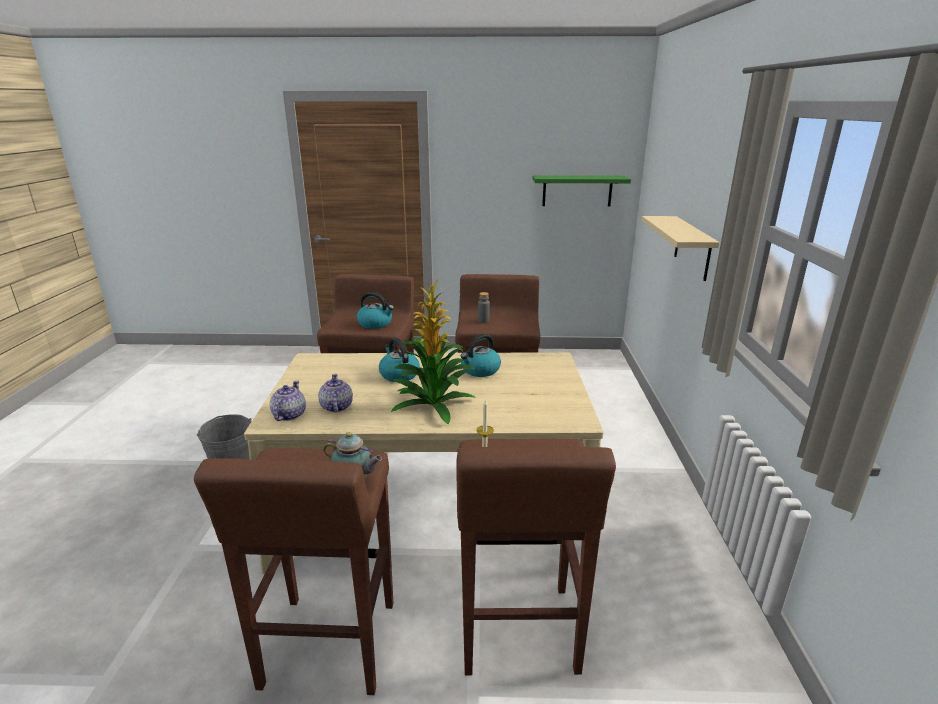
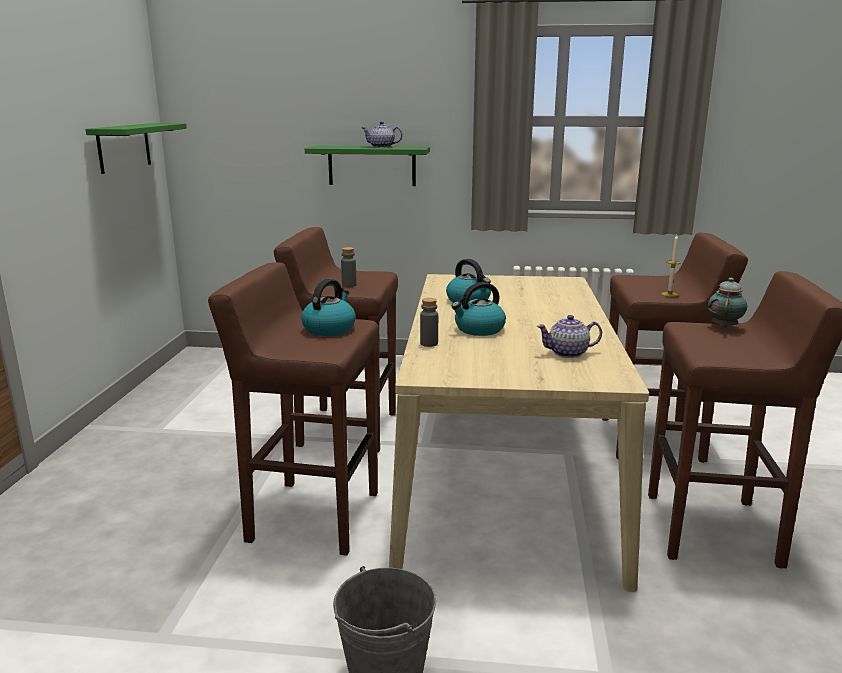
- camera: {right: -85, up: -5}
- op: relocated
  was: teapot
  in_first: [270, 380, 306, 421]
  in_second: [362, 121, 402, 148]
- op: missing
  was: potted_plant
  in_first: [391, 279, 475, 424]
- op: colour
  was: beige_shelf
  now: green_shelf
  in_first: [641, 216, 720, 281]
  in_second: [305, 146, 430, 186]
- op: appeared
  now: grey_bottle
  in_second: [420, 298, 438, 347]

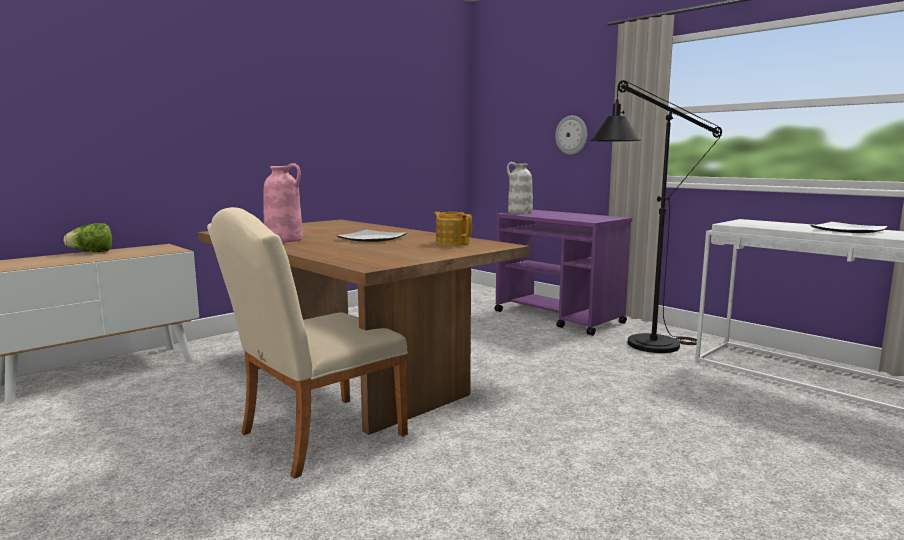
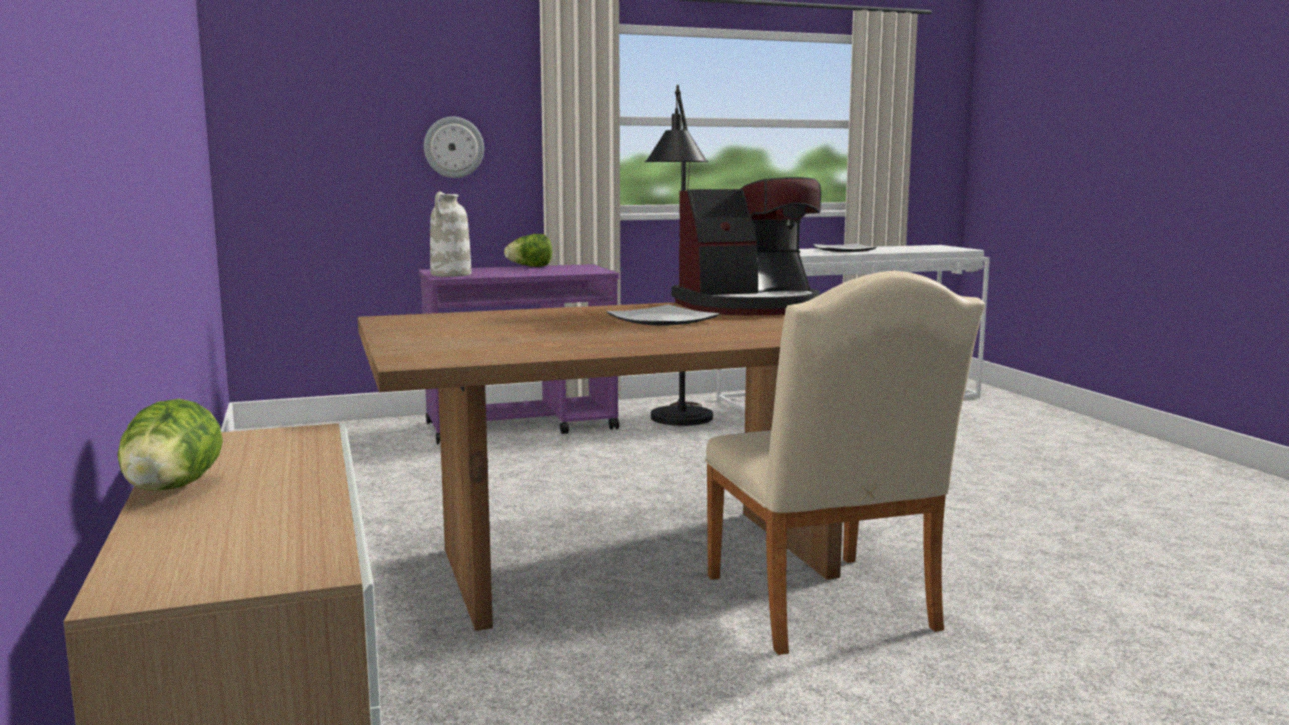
- camera: {right: -65, up: 0}
- op: missing
  was: pink_vase
  in_first: [264, 163, 303, 242]
- op: exchanged
  was: teapot
  now: coffee_machine
  in_first: [434, 212, 472, 246]
  in_second: [671, 177, 821, 315]
- op: appeared
  now: lettuce
  in_second: [504, 234, 552, 267]

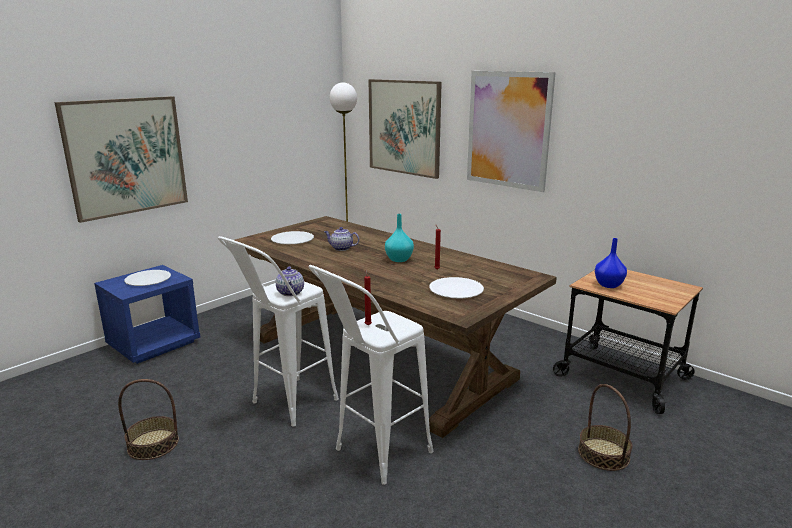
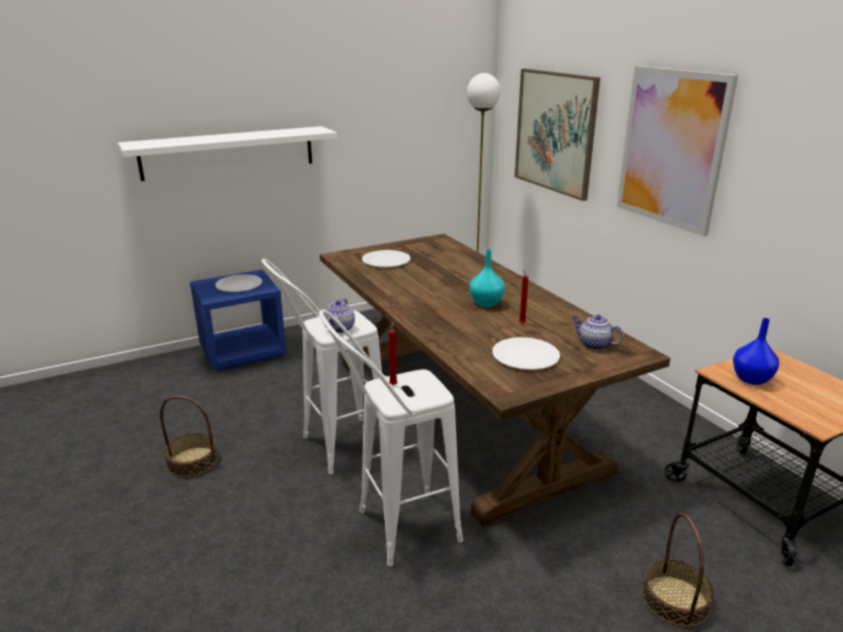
- camera: {right: 20, up: 5}
- op: exchanged
  was: picture
  now: white_shelf
  in_first: [54, 96, 188, 223]
  in_second: [118, 126, 337, 181]
- op: relocated
  was: teapot
  in_first: [324, 227, 359, 251]
  in_second: [572, 315, 624, 350]

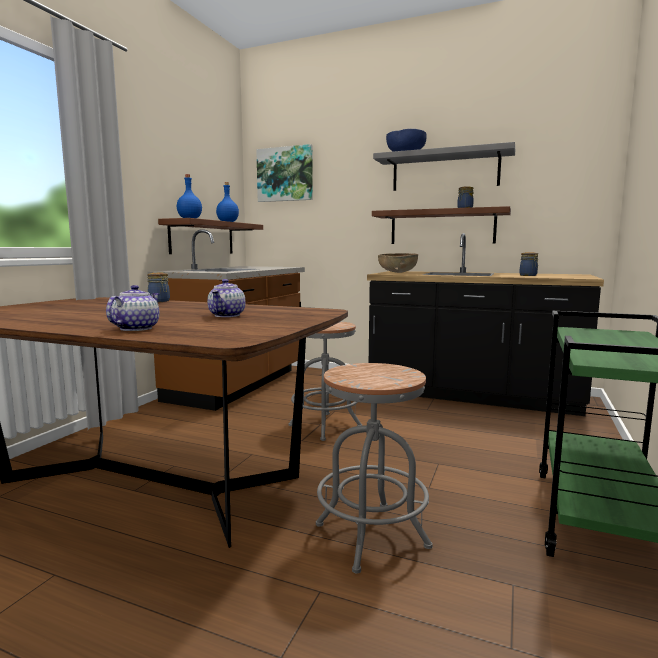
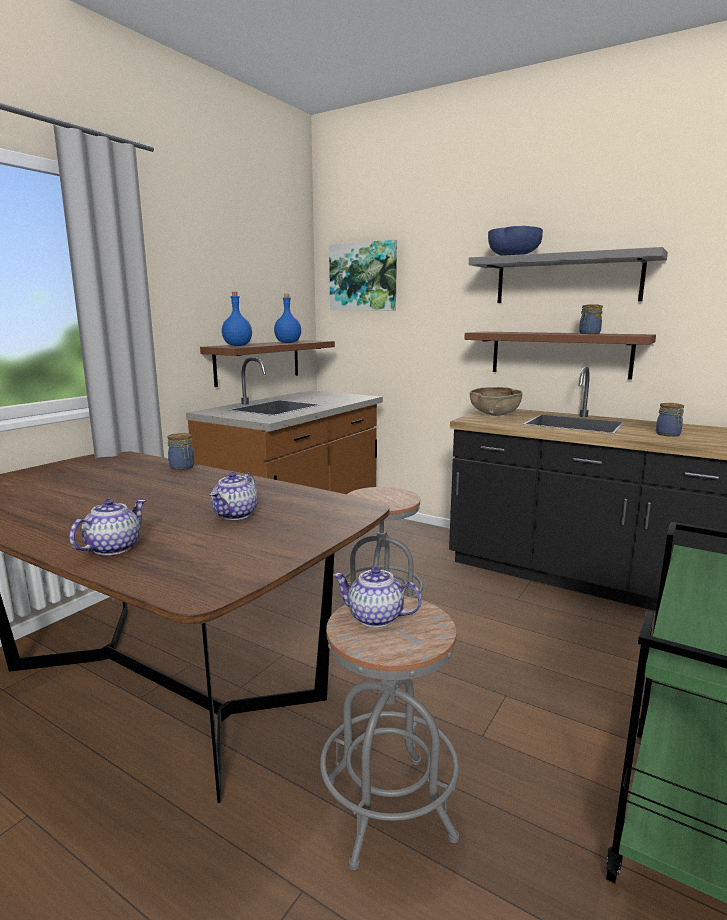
- camera: {right: 10, up: 5}
- op: appeared
  now: teapot
  in_second: [333, 567, 422, 628]

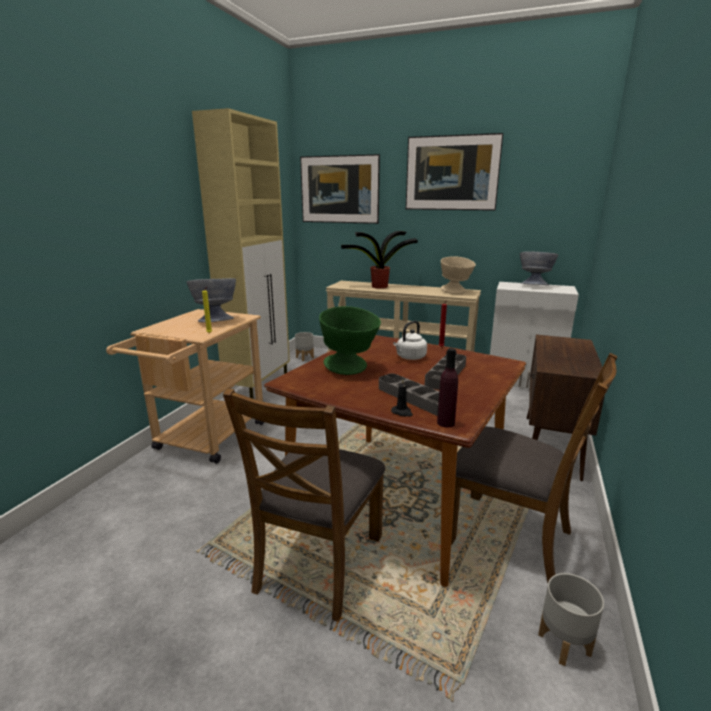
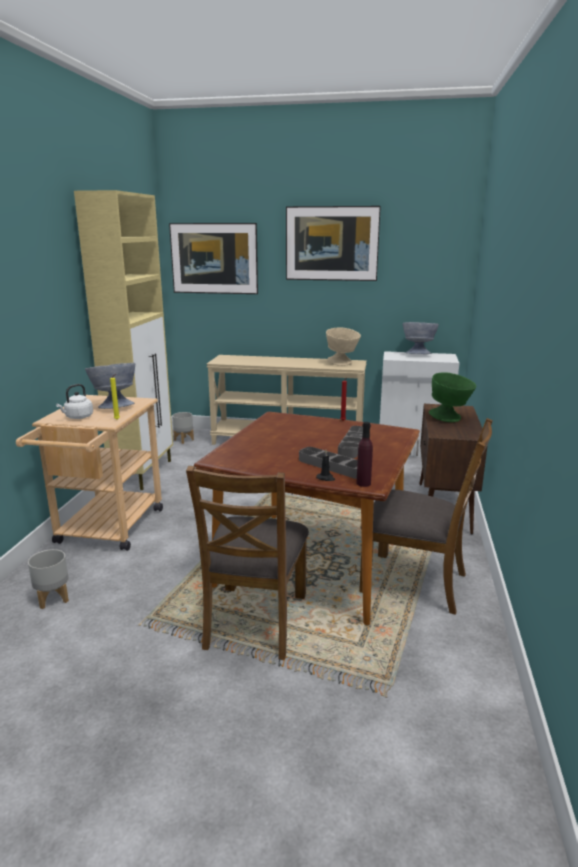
- camera: {right: -10, up: 0}
- op: relocated
  was: green_bowl
  in_first: [319, 306, 381, 375]
  in_second: [429, 372, 476, 422]
- op: missing
  was: potted_plant
  in_first: [341, 231, 418, 289]
- op: relocated
  was: white_kettle
  in_first: [393, 321, 427, 360]
  in_second: [56, 384, 93, 419]
- op: relocated
  was: grey_planter
  in_first: [538, 573, 604, 666]
  in_second: [28, 549, 69, 609]

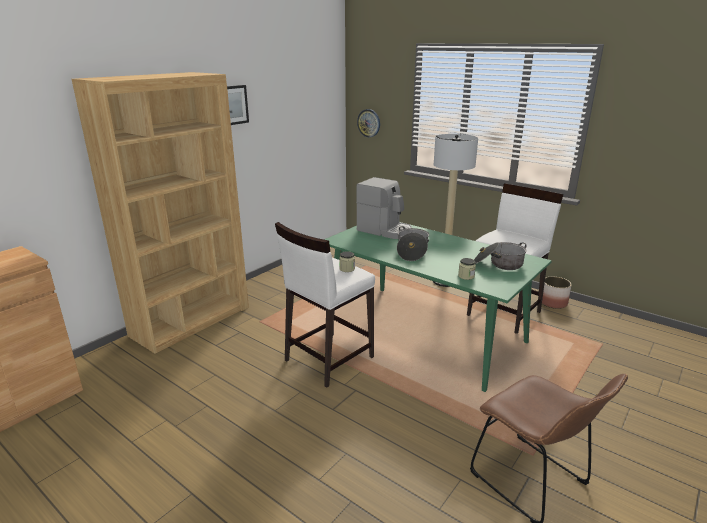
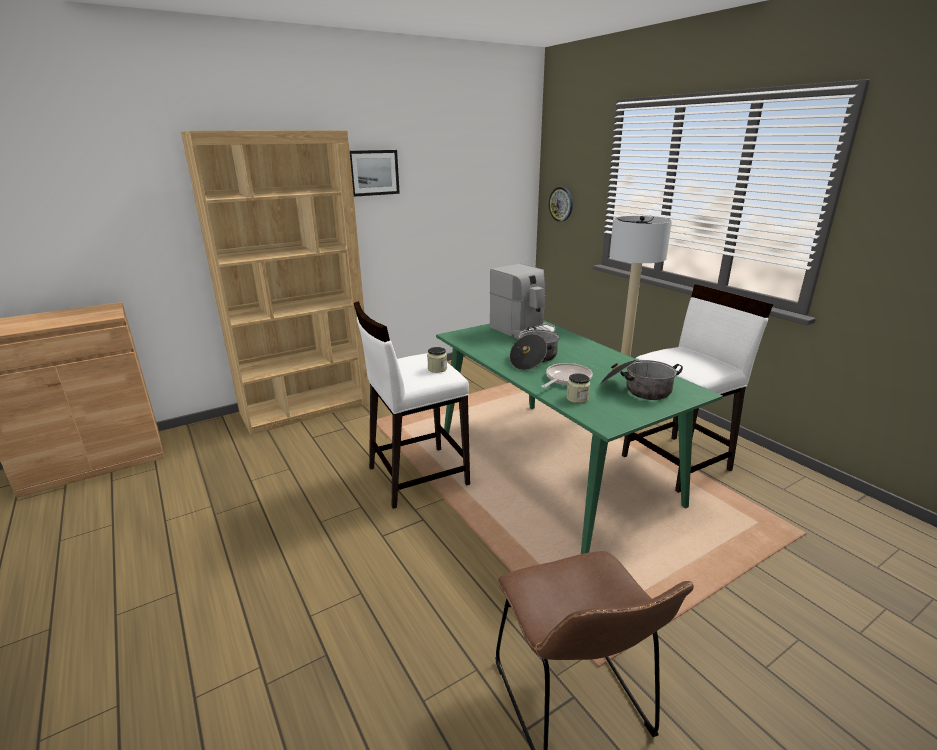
- camera: {right: 20, up: 0}
- op: missing
  was: planter
  in_first: [542, 276, 572, 309]
- op: appeared
  now: frying_pan
  in_second: [541, 363, 593, 388]

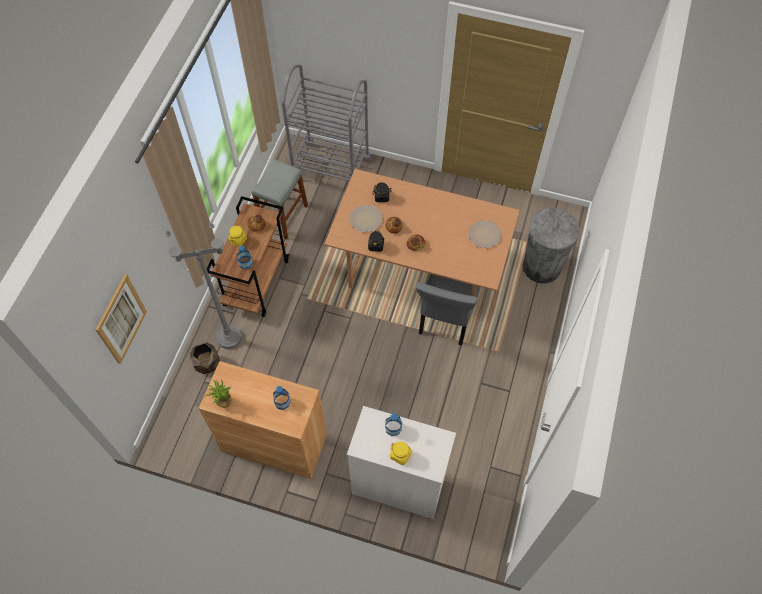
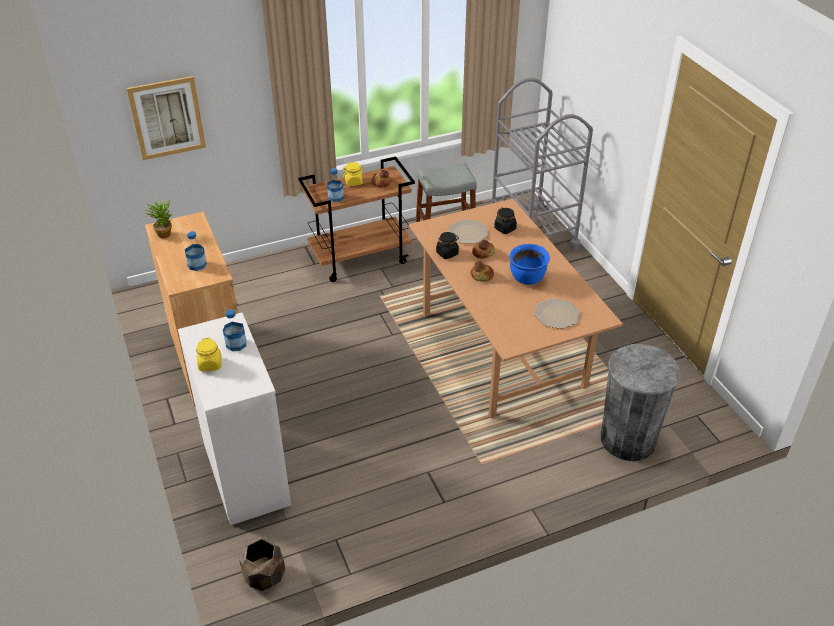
- camera: {right: 50, up: -20}
- op: missing
  was: grey_floor_lamp
  in_first: [165, 222, 242, 349]
- op: relocated
  was: brown_planter
  in_first: [190, 342, 220, 374]
  in_second: [239, 539, 285, 591]
- op: missing
  was: grey_chair
  in_first: [416, 274, 481, 346]
- op: appeared
  now: blue_cooking_pot
  in_second: [510, 244, 550, 285]

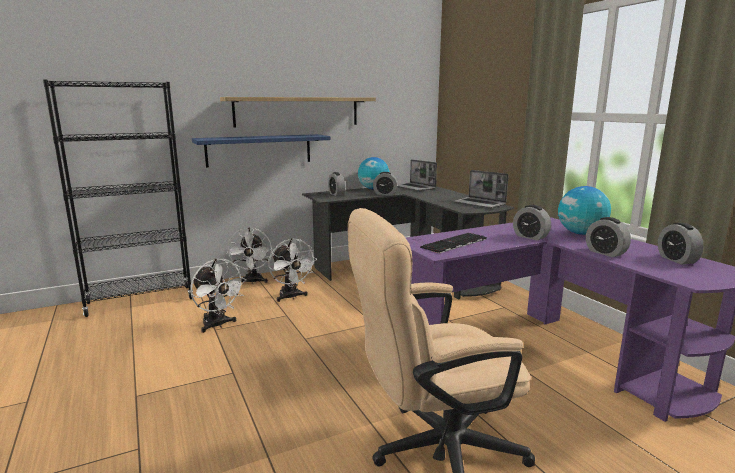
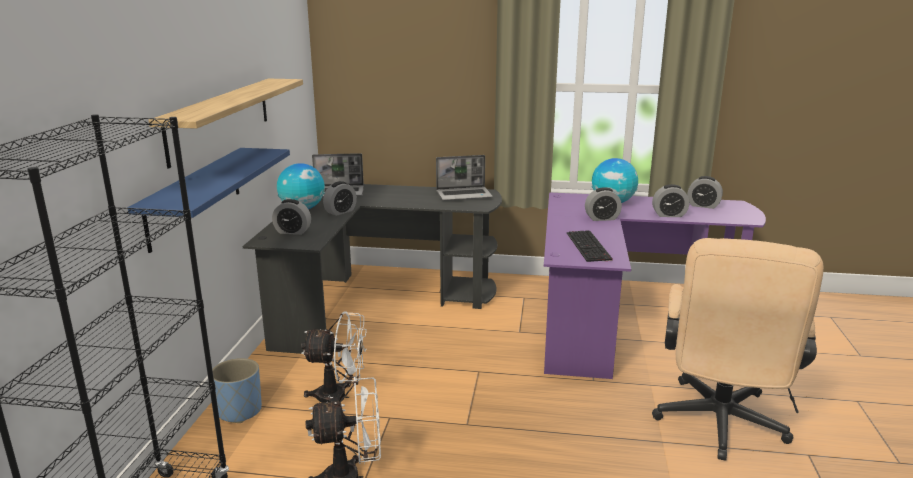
- camera: {right: -55, up: 5}
- op: exchanged
  was: white_fan
  now: blue_planter
  in_first: [226, 227, 272, 283]
  in_second: [212, 358, 262, 423]

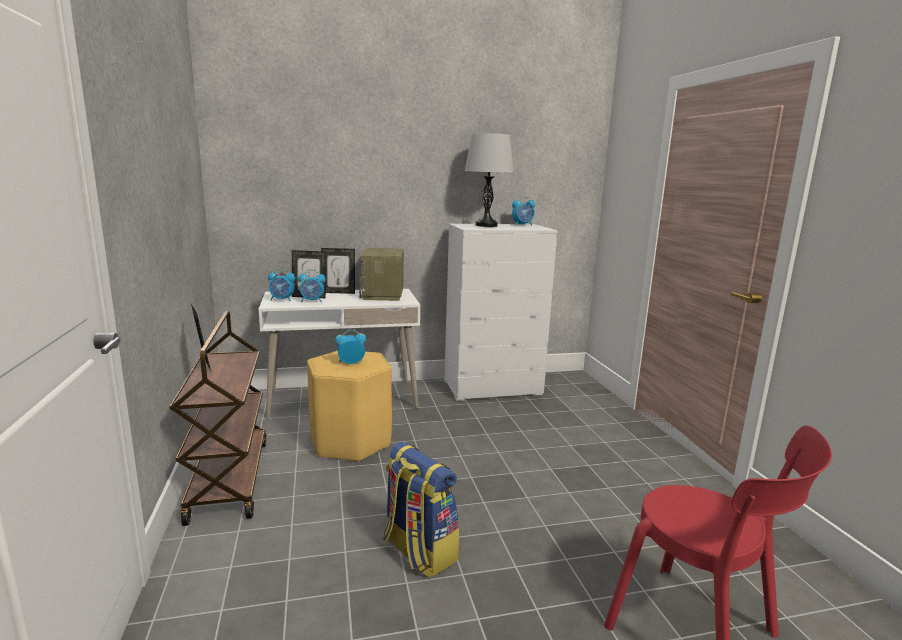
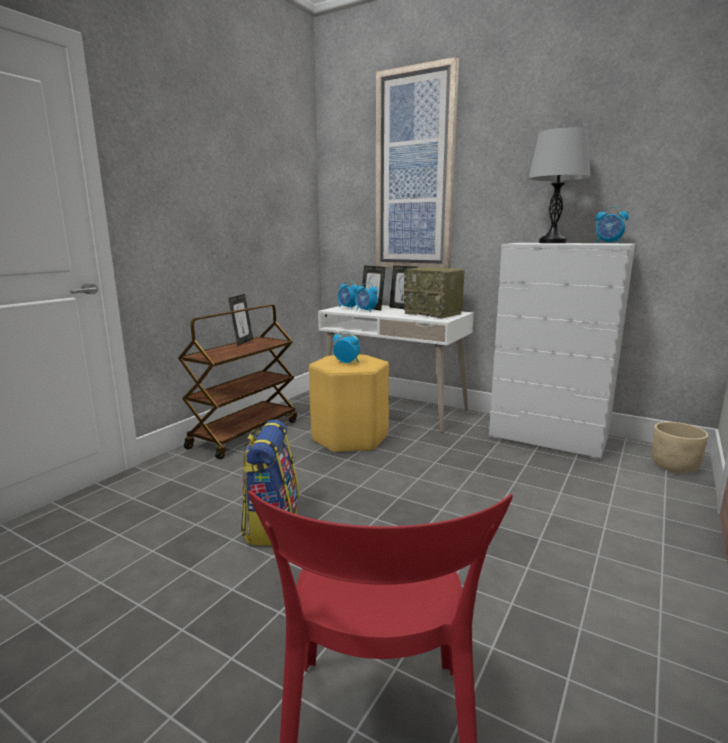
- camera: {right: 45, up: 0}
- op: spun
  was: radio
  in_first: [359, 248, 404, 301]
  in_second: [404, 267, 465, 318]
  clockwise: -90
- op: appeared
  now: picture
  in_second: [375, 57, 459, 268]
- op: appeared
  now: beige_planter
  in_second: [652, 422, 709, 474]

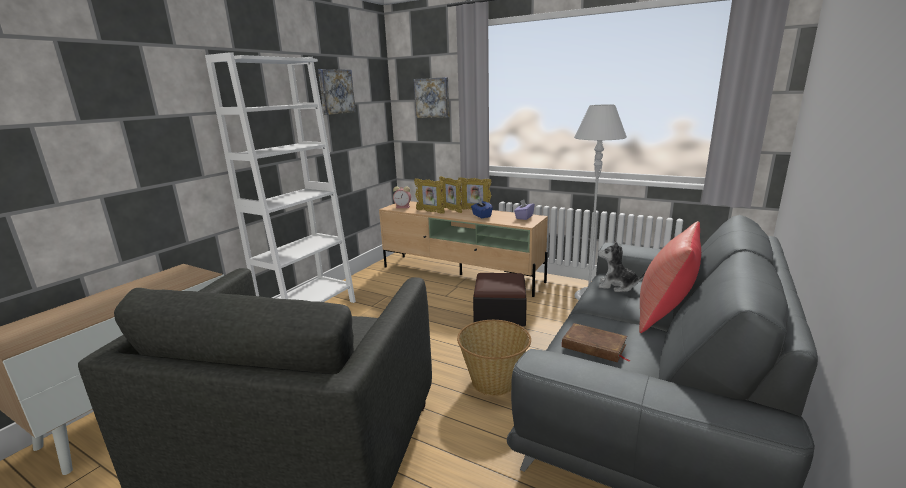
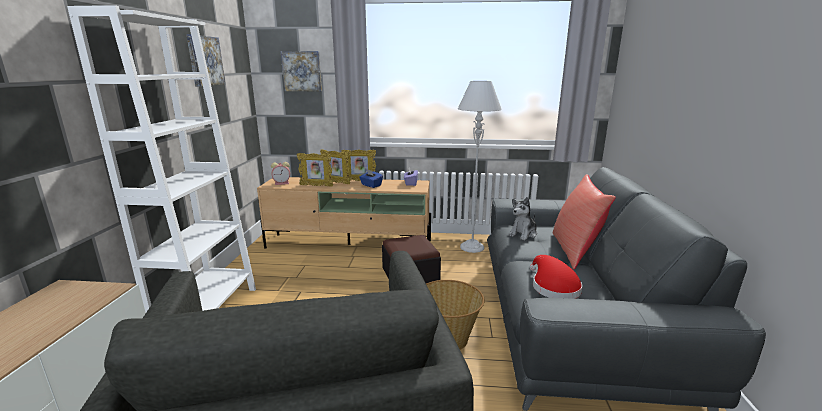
- camera: {right: -25, up: 0}
- op: exchanged
  was: brown_book
  now: red_hat
  in_first: [562, 323, 631, 362]
  in_second: [529, 255, 582, 299]
- op: spun
  was: plush_toy
  in_first: [598, 242, 646, 292]
  in_second: [508, 197, 537, 240]
  clockwise: -45

